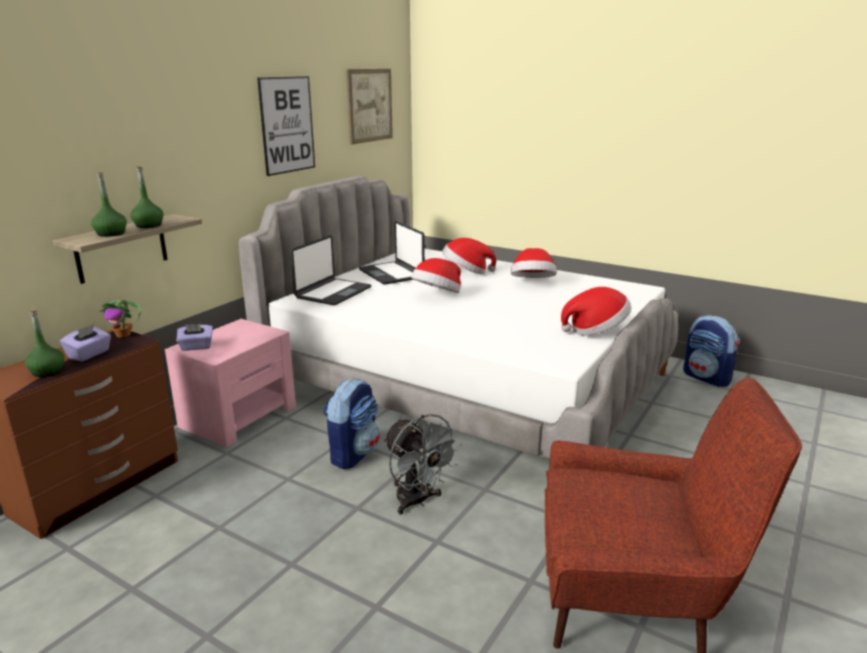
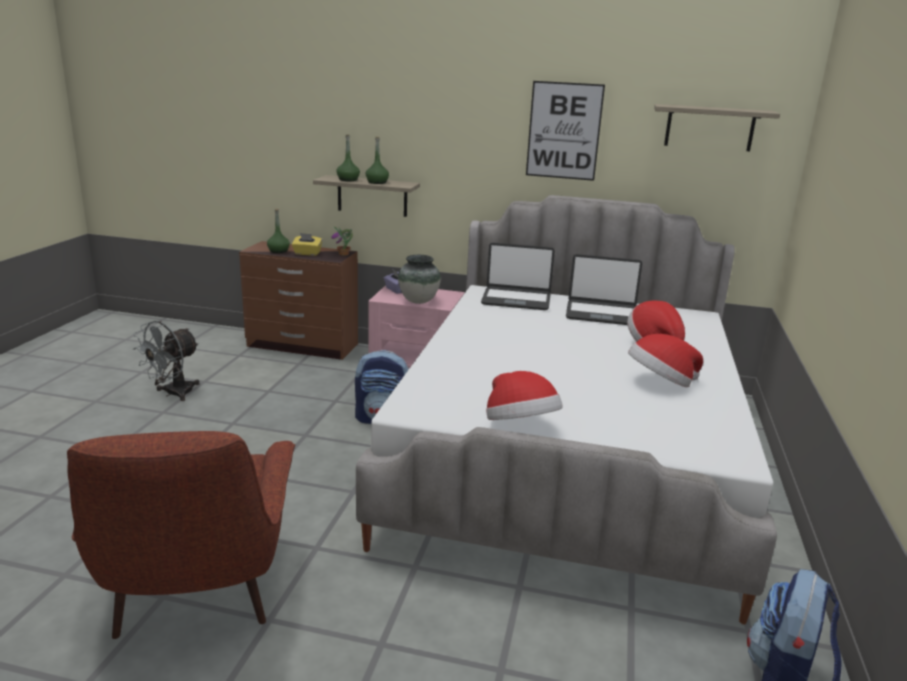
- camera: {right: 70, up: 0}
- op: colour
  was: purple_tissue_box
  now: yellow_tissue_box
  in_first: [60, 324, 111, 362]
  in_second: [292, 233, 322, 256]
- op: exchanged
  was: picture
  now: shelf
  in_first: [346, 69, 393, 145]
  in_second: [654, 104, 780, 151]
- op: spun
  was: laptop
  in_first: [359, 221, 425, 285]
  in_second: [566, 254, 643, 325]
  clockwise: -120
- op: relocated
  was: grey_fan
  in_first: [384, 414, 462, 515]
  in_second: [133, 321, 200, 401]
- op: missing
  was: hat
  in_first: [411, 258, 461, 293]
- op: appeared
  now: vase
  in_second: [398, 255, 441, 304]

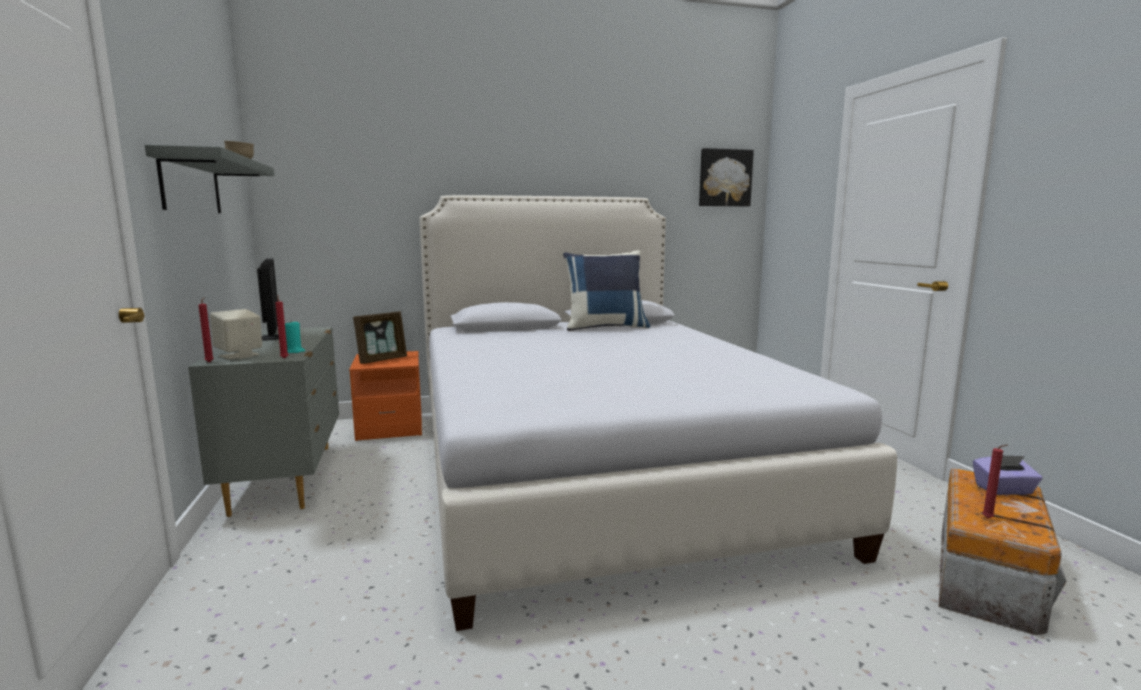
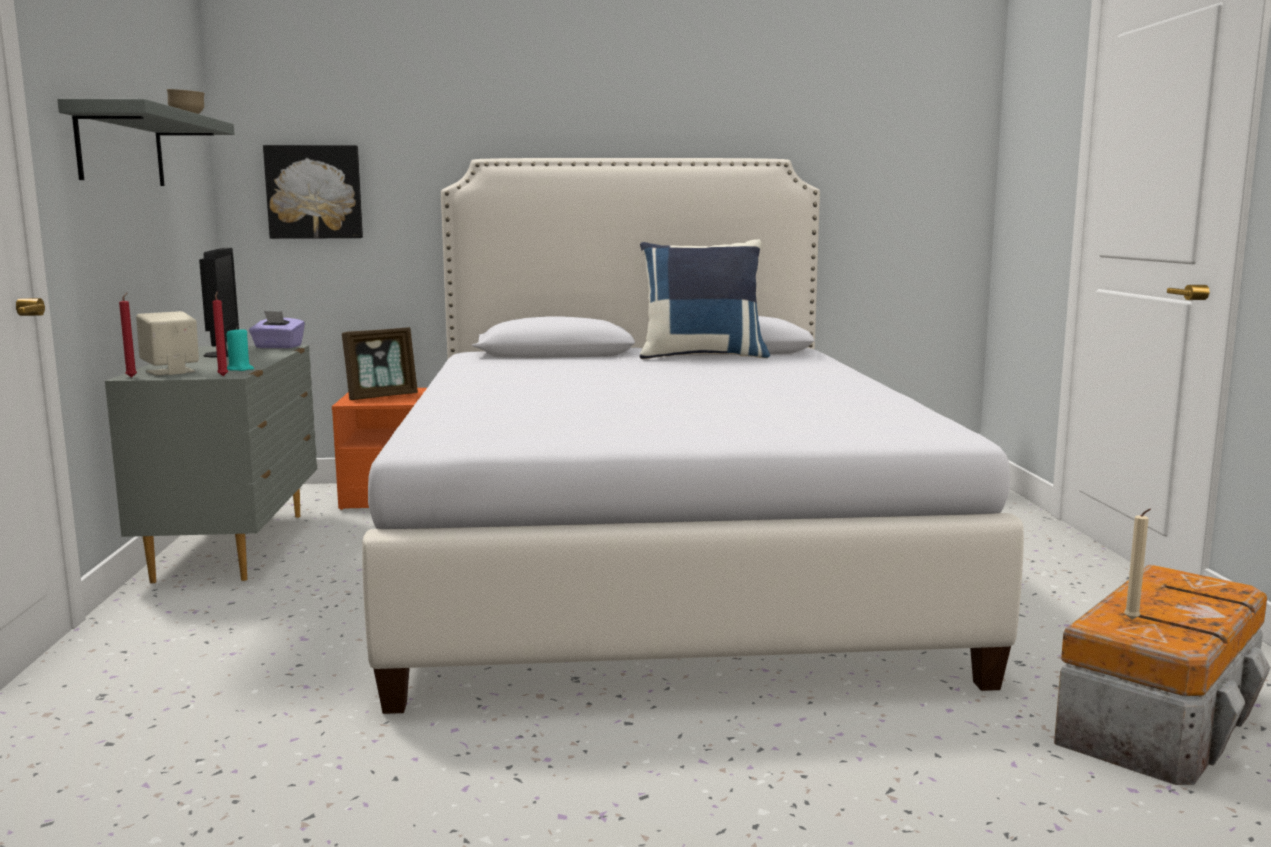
- camera: {right: 10, up: 0}
- op: relocated
  was: picture
  in_first: [699, 148, 754, 206]
  in_second: [263, 145, 363, 239]
- op: relocated
  was: purple_tissue_box
  in_first: [973, 455, 1042, 495]
  in_second: [249, 311, 305, 349]
- op: colour
  was: red_candle
  now: beige_candle
  in_first: [982, 445, 1007, 519]
  in_second: [1124, 509, 1151, 620]

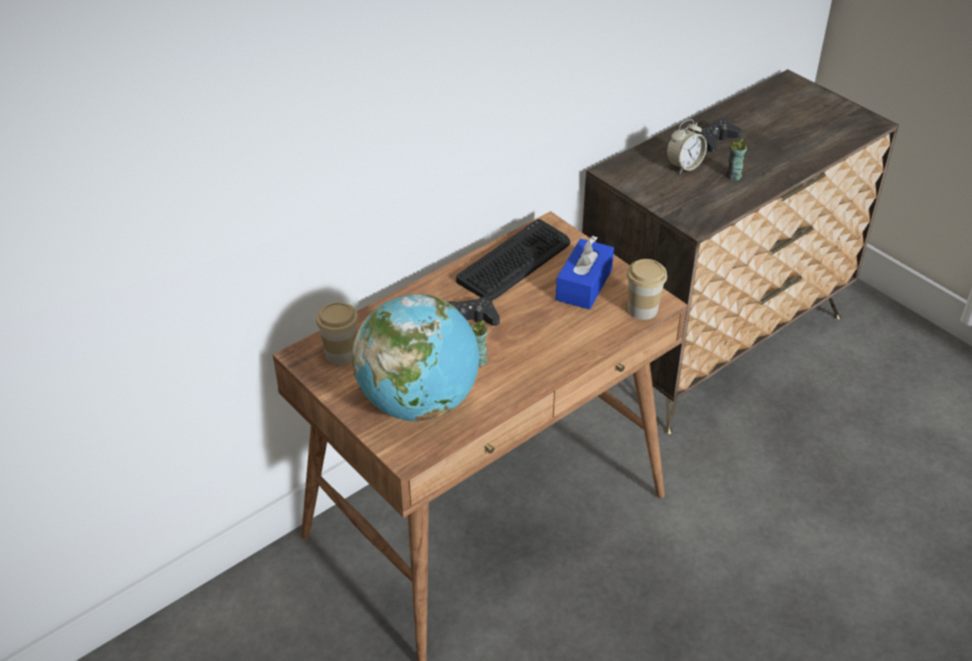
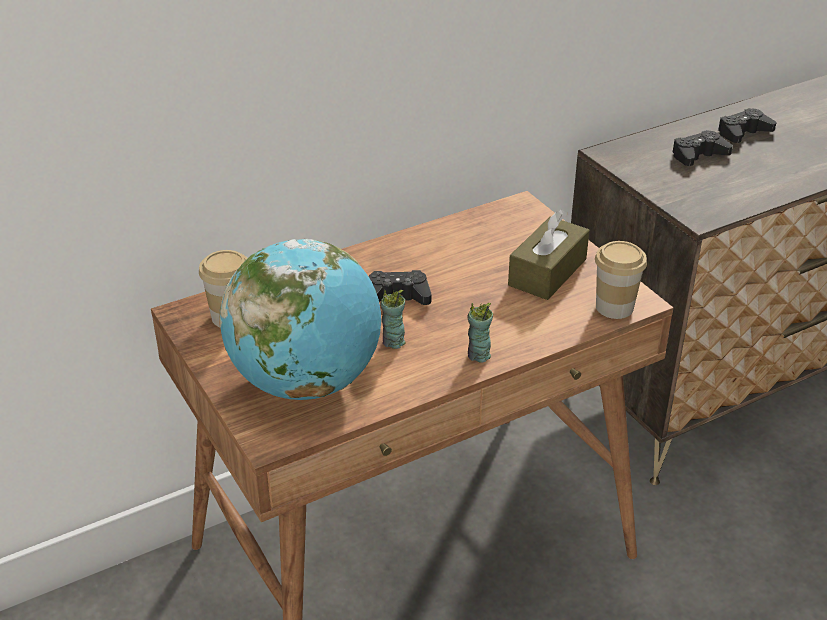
- camera: {right: 10, up: -5}
- op: missing
  was: keyboard
  in_first: [456, 219, 570, 301]
- op: colour
  was: blue_tissue_box
  now: brown_tissue_box
  in_first: [556, 236, 614, 310]
  in_second: [508, 210, 590, 300]
- op: exchanged
  was: alarm_clock
  now: black_game_controller
  in_first: [666, 119, 707, 174]
  in_second: [672, 130, 733, 166]
- op: relocated
  was: cup
  in_first: [726, 139, 748, 180]
  in_second: [467, 303, 493, 363]

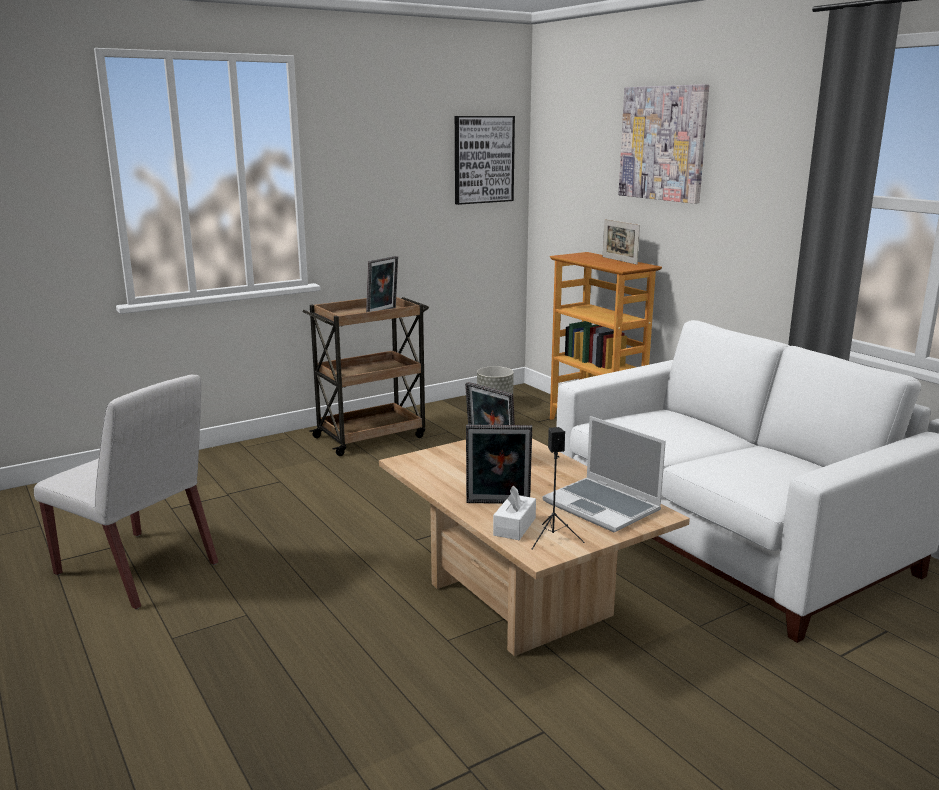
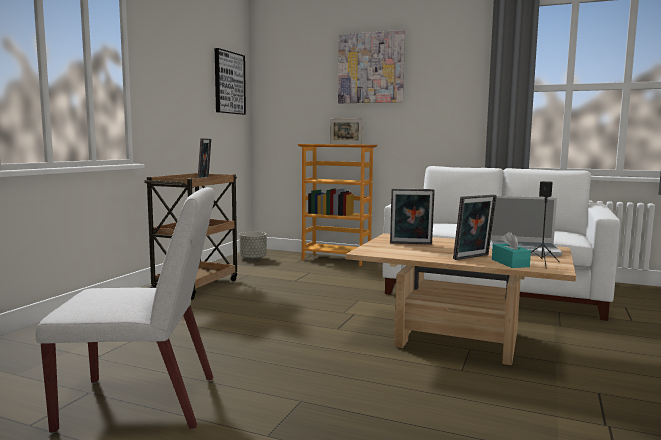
- camera: {right: -35, up: -10}
- op: colour
  was: white_tissue_box
  now: turquoise_tissue_box
  in_first: [493, 485, 536, 540]
  in_second: [492, 232, 531, 268]

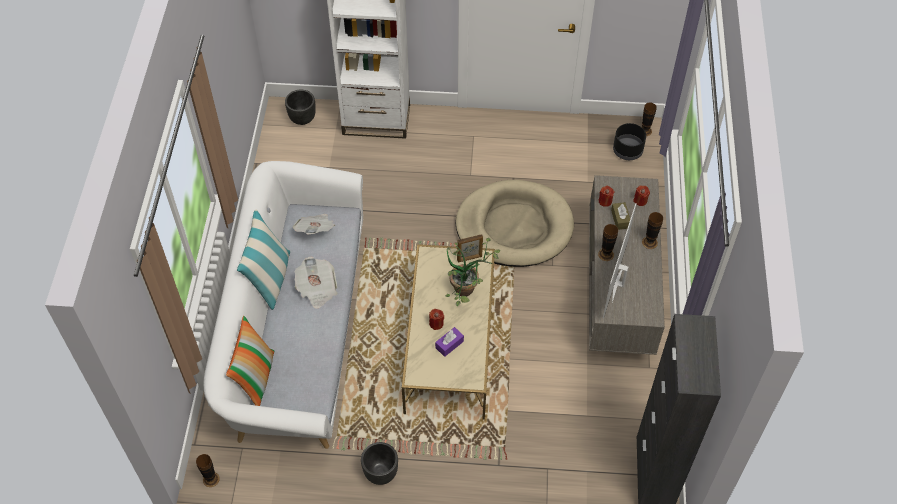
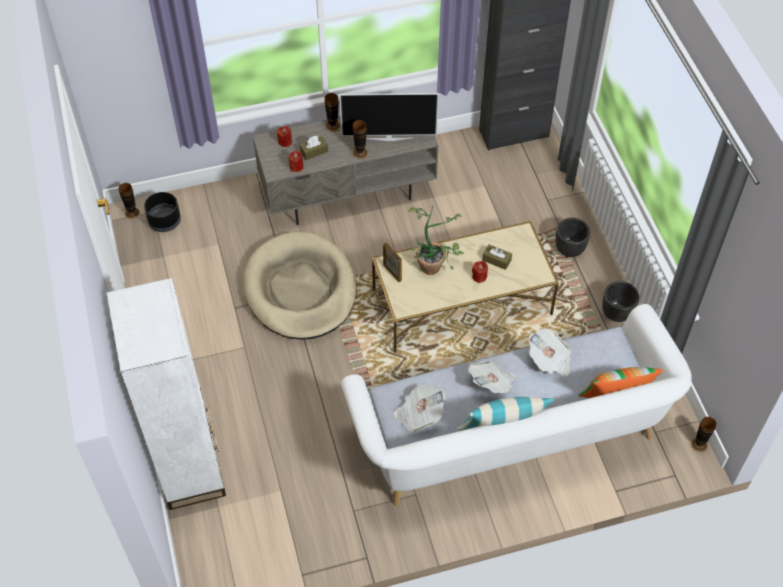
- camera: {right: -110, up: 0}
- op: relocated
  was: black_planter
  in_first: [285, 90, 316, 125]
  in_second: [556, 218, 590, 257]
- op: colour
  was: purple_tissue_box
  now: brown_tissue_box
  in_first: [435, 327, 464, 357]
  in_second: [482, 244, 512, 270]
- op: appeared
  now: newspaper
  in_second: [529, 328, 572, 376]

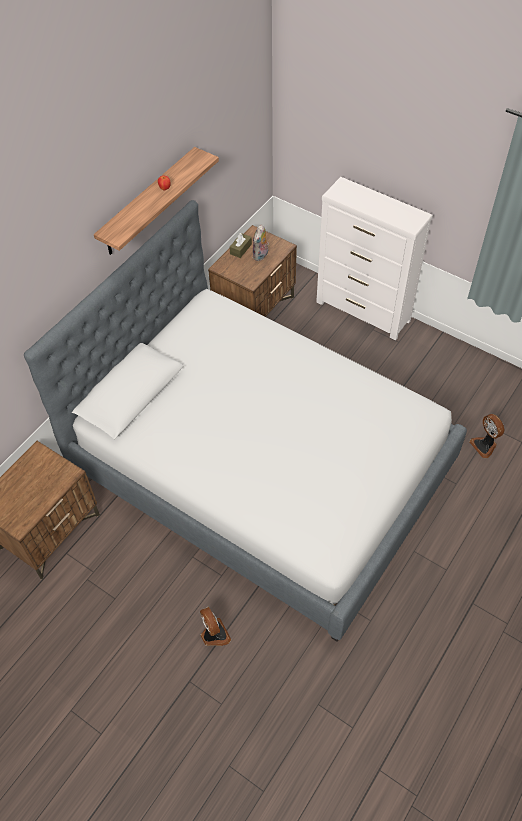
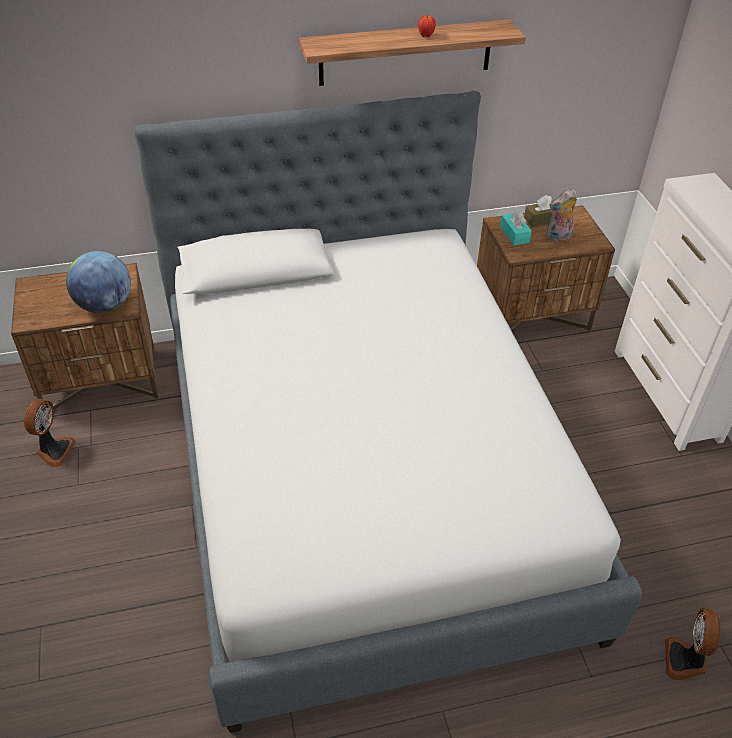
- camera: {right: 40, up: -10}
- op: relocated
  was: fan
  in_first: [200, 607, 231, 646]
  in_second: [24, 399, 76, 467]
- op: appeared
  now: globe
  in_second: [66, 251, 131, 313]
- op: appeared
  now: turquoise_tissue_box
  in_second: [500, 210, 532, 245]

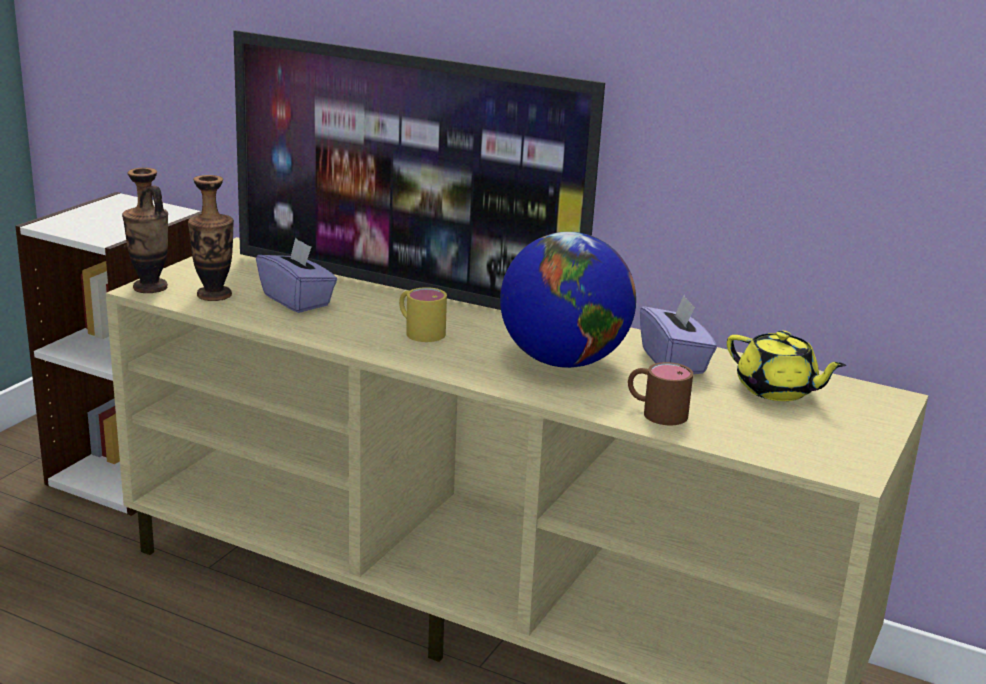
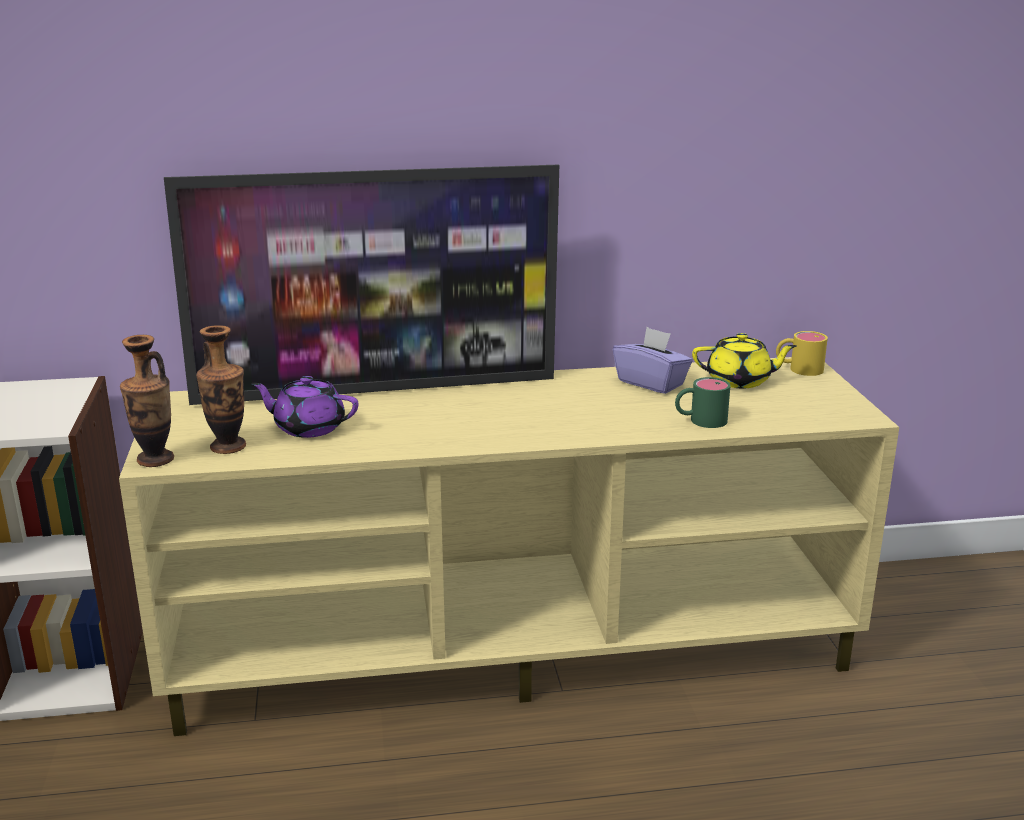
- camera: {right: -35, up: 0}
- op: exchanged
  was: purple_tissue_box
  now: purple_teapot
  in_first: [256, 237, 337, 313]
  in_second: [251, 376, 359, 438]
- op: relocated
  was: yellow_mug
  in_first: [399, 287, 447, 342]
  in_second: [776, 331, 828, 376]
- op: missing
  was: globe
  in_first: [500, 232, 636, 368]
- op: colour
  was: brown_mug
  now: green_mug
  in_first: [628, 362, 693, 425]
  in_second: [675, 377, 731, 428]

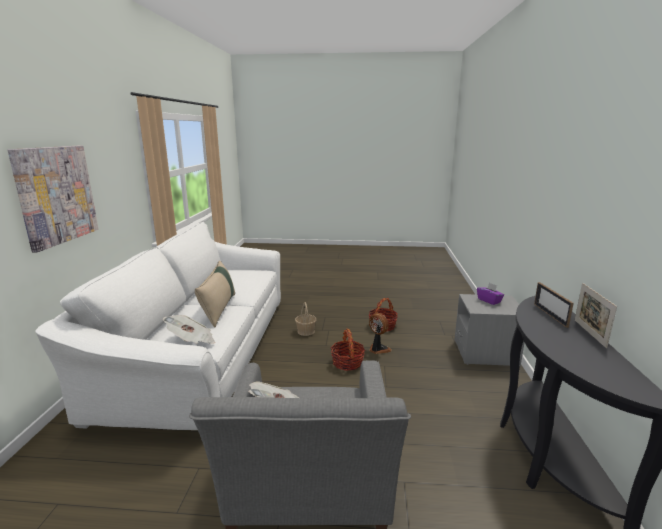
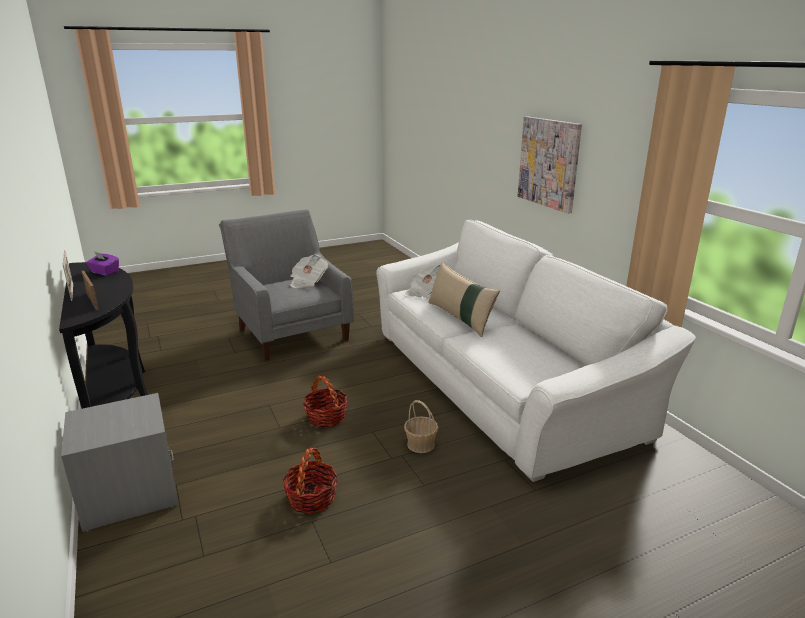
- camera: {right: 150, up: 5}
- op: missing
  was: fan
  in_first: [369, 313, 392, 354]
- op: relocated
  was: purple_tissue_box
  in_first: [477, 283, 504, 305]
  in_second: [86, 252, 119, 276]

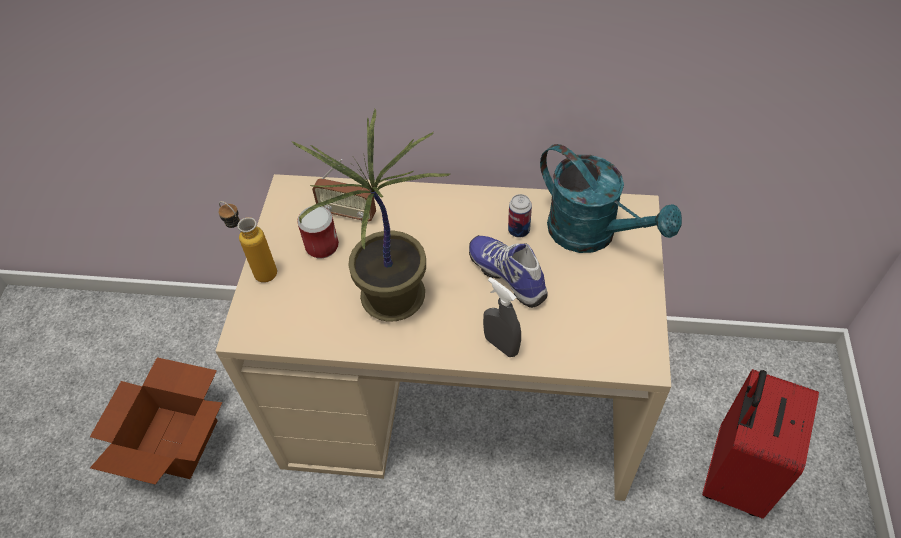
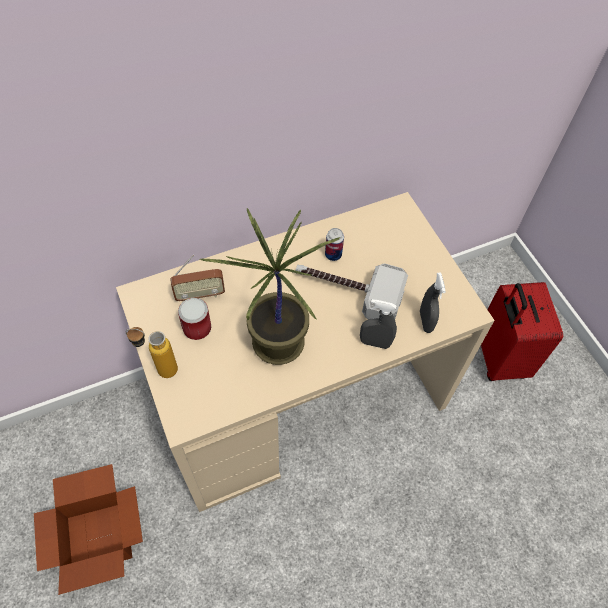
- camera: {right: -35, up: 5}
- op: exchanged
  was: shoe
  now: hammer
  in_first: [469, 235, 547, 308]
  in_second: [296, 263, 408, 319]
- op: missing
  was: turquoise_watering_can
  in_first: [540, 144, 682, 253]
- op: appeared
  now: grey_spray_bottle
  in_second: [420, 273, 446, 333]

